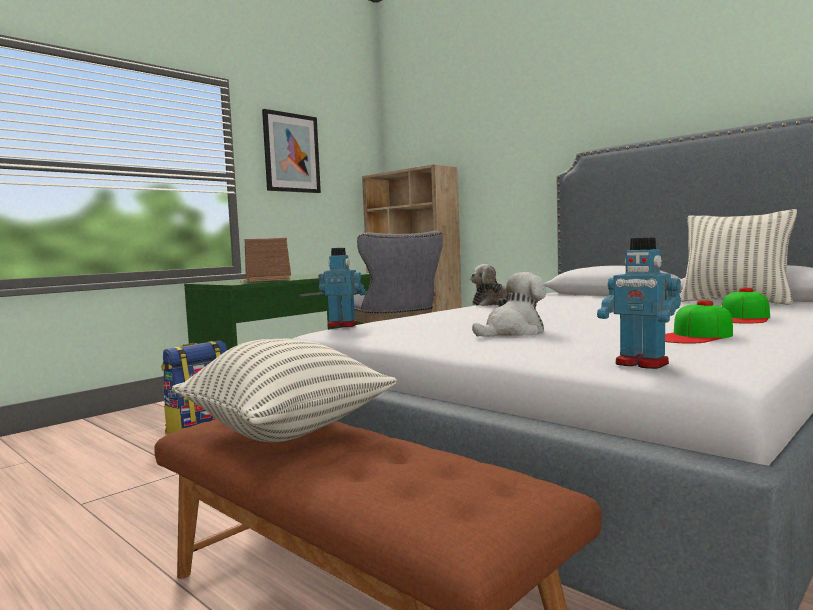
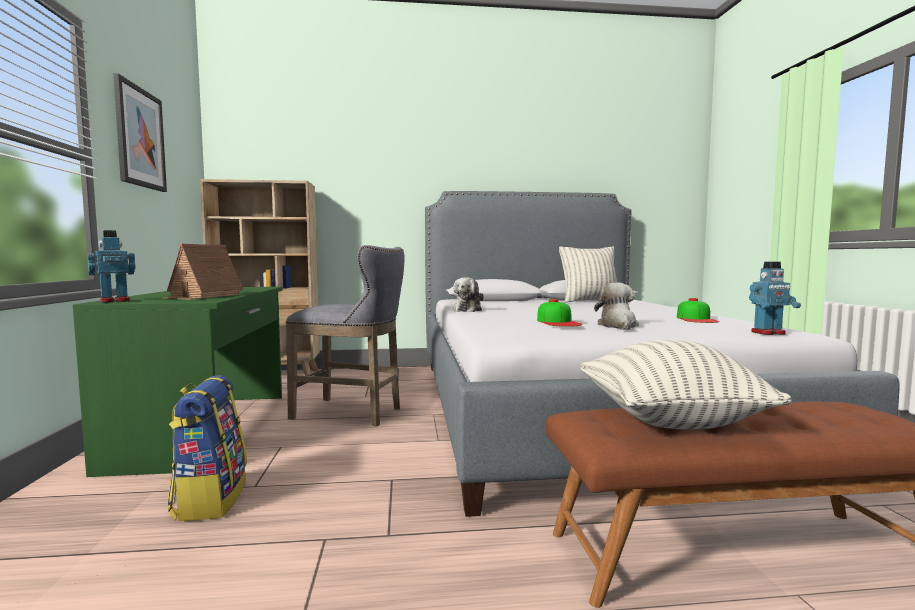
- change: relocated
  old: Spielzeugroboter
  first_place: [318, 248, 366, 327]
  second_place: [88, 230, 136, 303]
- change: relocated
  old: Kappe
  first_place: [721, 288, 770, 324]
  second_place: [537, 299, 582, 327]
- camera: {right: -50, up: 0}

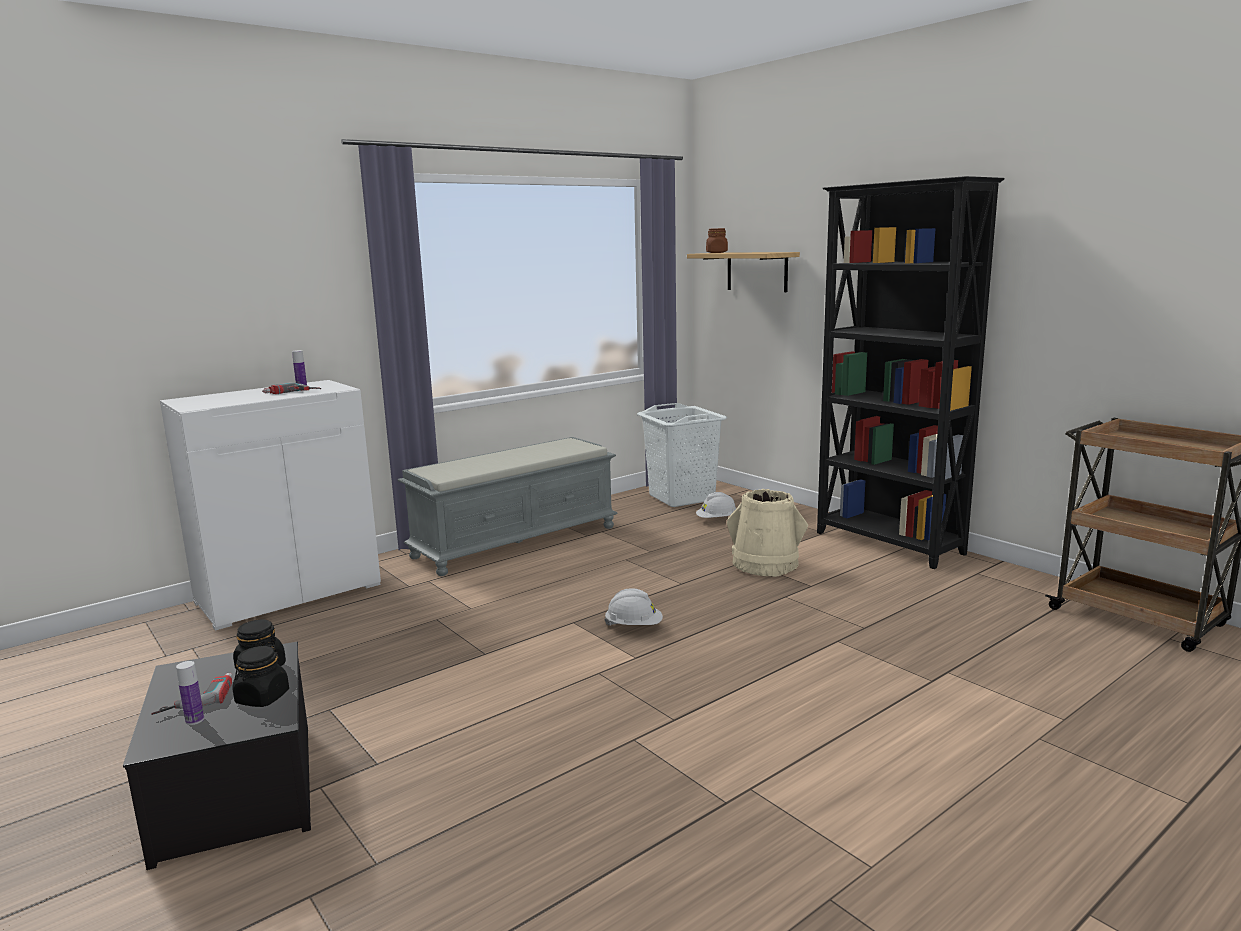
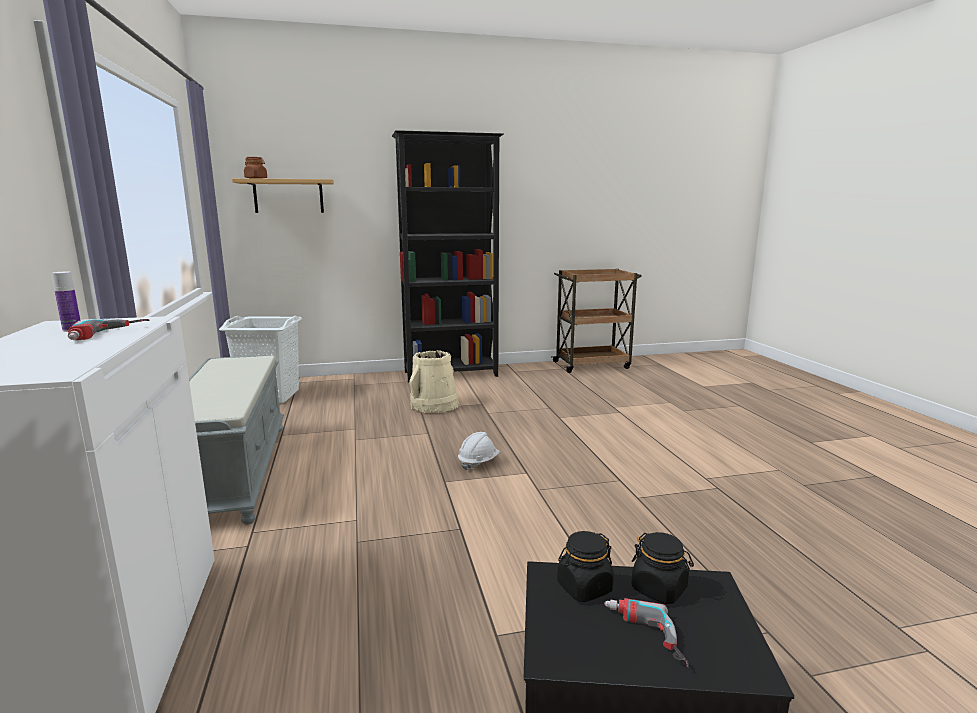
- change: missing
  old: Flasche
  first_place: [176, 661, 204, 725]
- change: missing
  old: Schutzhelm/weiß
  first_place: [696, 492, 736, 518]
- camera: {right: -65, up: 0}

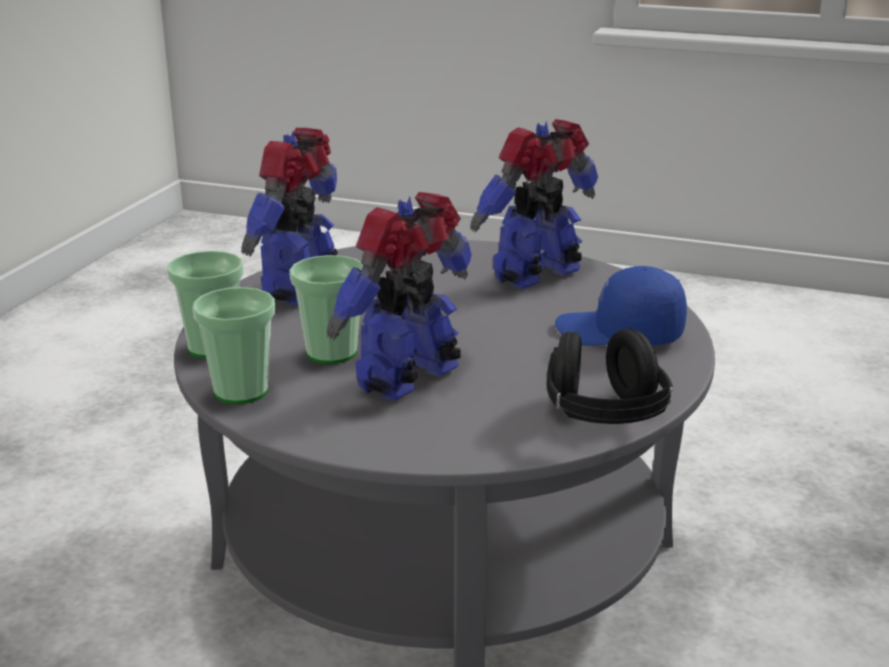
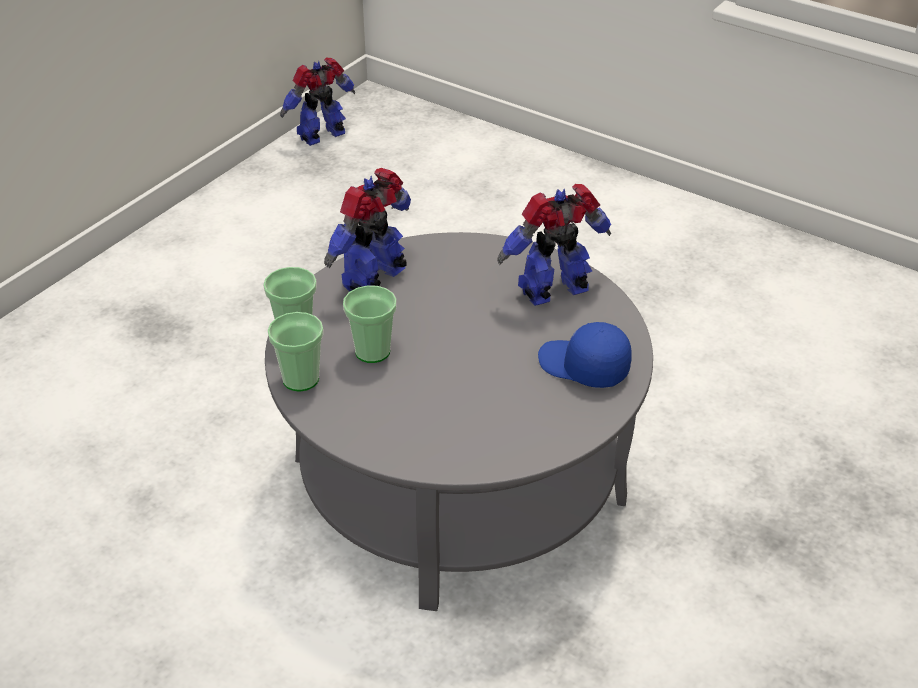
- change: relocated
  old: Spielzeugroboter
  first_place: [327, 192, 472, 401]
  second_place: [280, 58, 356, 146]
- change: missing
  old: Kopfhörer/schwarz
  first_place: [547, 328, 673, 424]
- camera: {right: 15, up: 15}

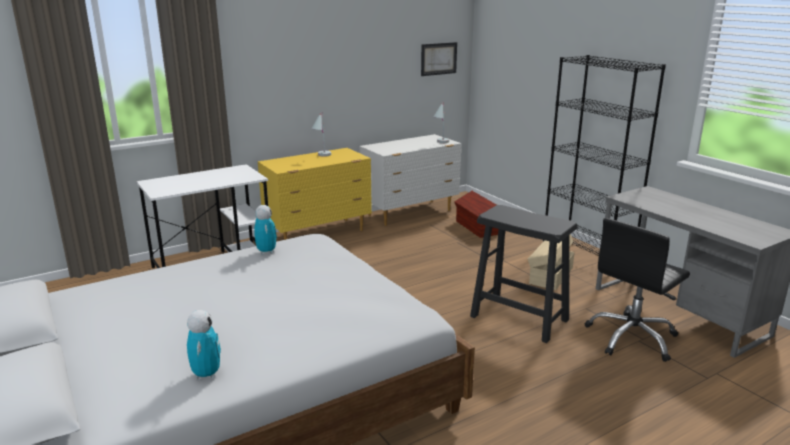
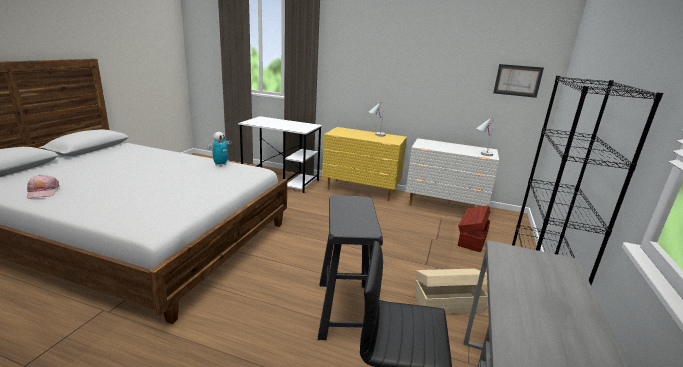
- change: exchanged
  old: Spielzeugroboter
  new: Kappe/rosa
  first_place: [187, 310, 221, 380]
  second_place: [27, 175, 59, 199]
- camera: {right: 50, up: 0}

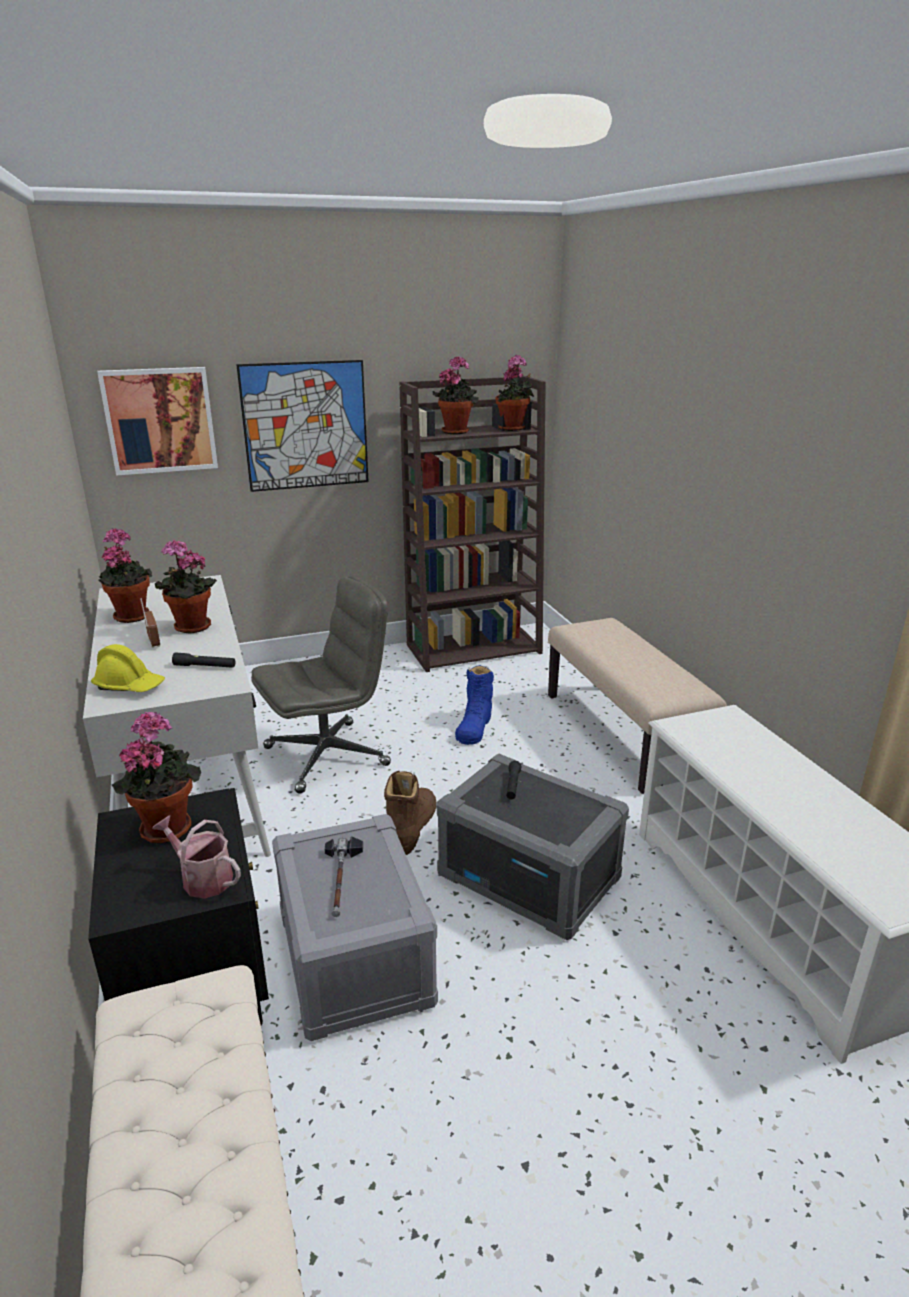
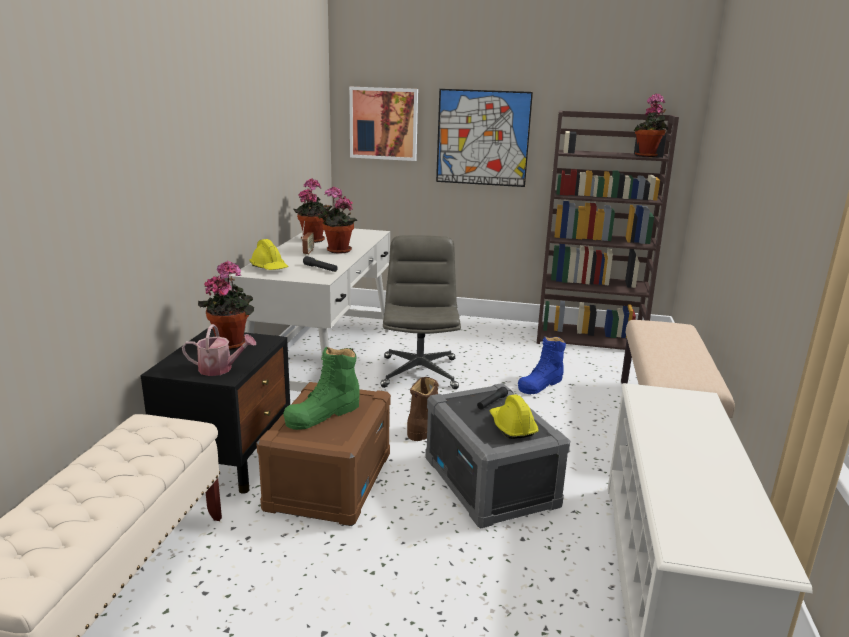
- change: spun
  old: Gießkanne
  first_place: [152, 816, 241, 899]
  second_place: [182, 324, 256, 376]
  degrees: 120
- change: colour
  old: Aufbewahrungsbox/grau
  new: Aufbewahrungsbox/braun
  first_place: [272, 814, 438, 1041]
  second_place: [256, 382, 391, 526]
- change: exchanged
  old: Hammer
  new: Stiefel/grün
  first_place: [325, 836, 363, 917]
  second_place: [283, 347, 360, 430]
- change: spun
  old: Bürostuhl/grau
  first_place: [251, 576, 391, 794]
  second_place: [381, 235, 461, 389]
  degrees: -90
- change: appeared
  new: Schutzhelm/gelb
  second_place: [490, 395, 539, 439]
- change: missing
  old: Topfpflanze
  first_place: [433, 356, 479, 434]
- camera: {right: 30, up: -5}

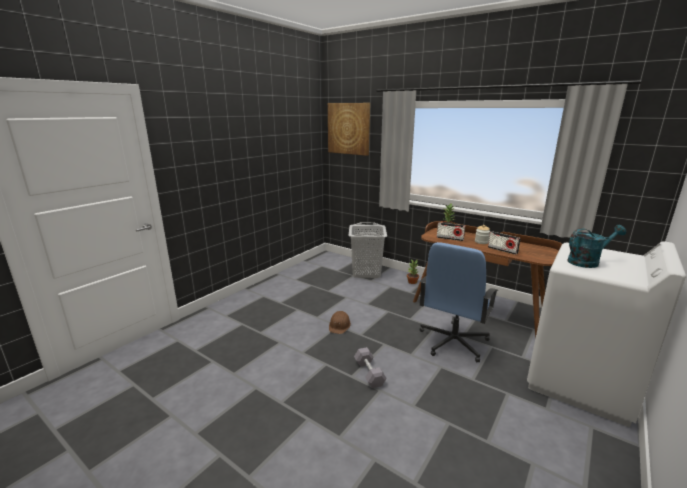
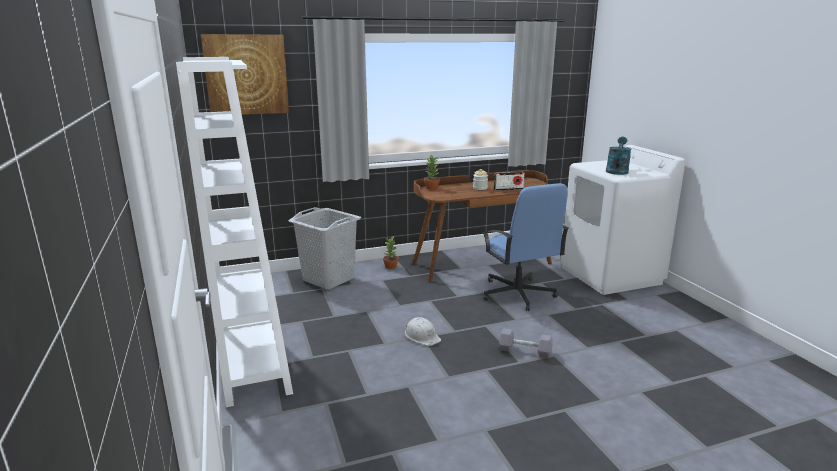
- change: appeared
  new: Bücherregal/weiß
  second_place: [176, 57, 293, 407]
- change: colour
  old: Schutzhelm/braun
  new: Schutzhelm/weiß
  first_place: [329, 311, 351, 334]
  second_place: [405, 317, 441, 346]
- change: missing
  old: Radio
  first_place: [437, 222, 465, 241]
- camera: {right: -55, up: 0}

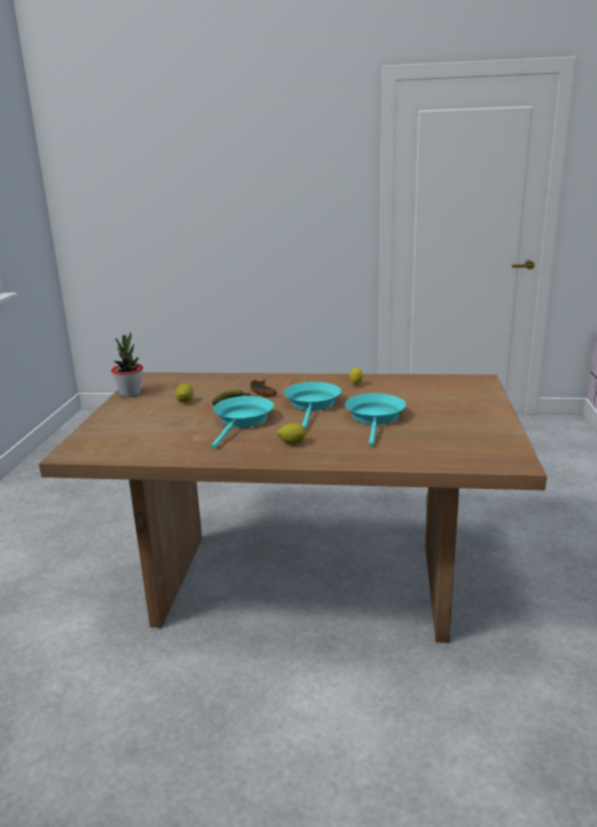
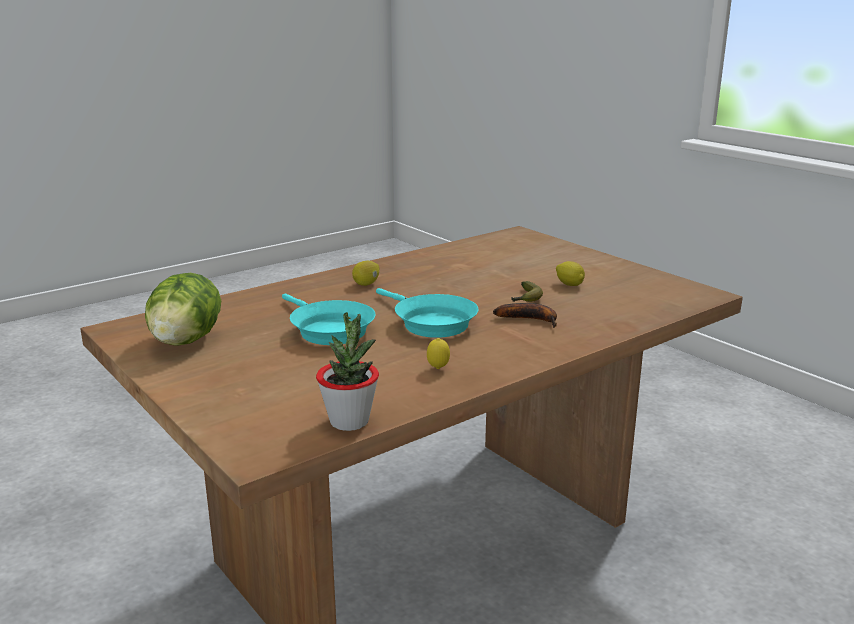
- change: appeared
  new: Salatkopf
  second_place: [145, 273, 221, 346]
- change: relocated
  old: Topfpflanze
  first_place: [111, 332, 143, 397]
  second_place: [316, 312, 379, 431]
- change: missing
  old: Pfanne/türkis
  first_place: [212, 396, 274, 448]
- camera: {right: 135, up: 0}

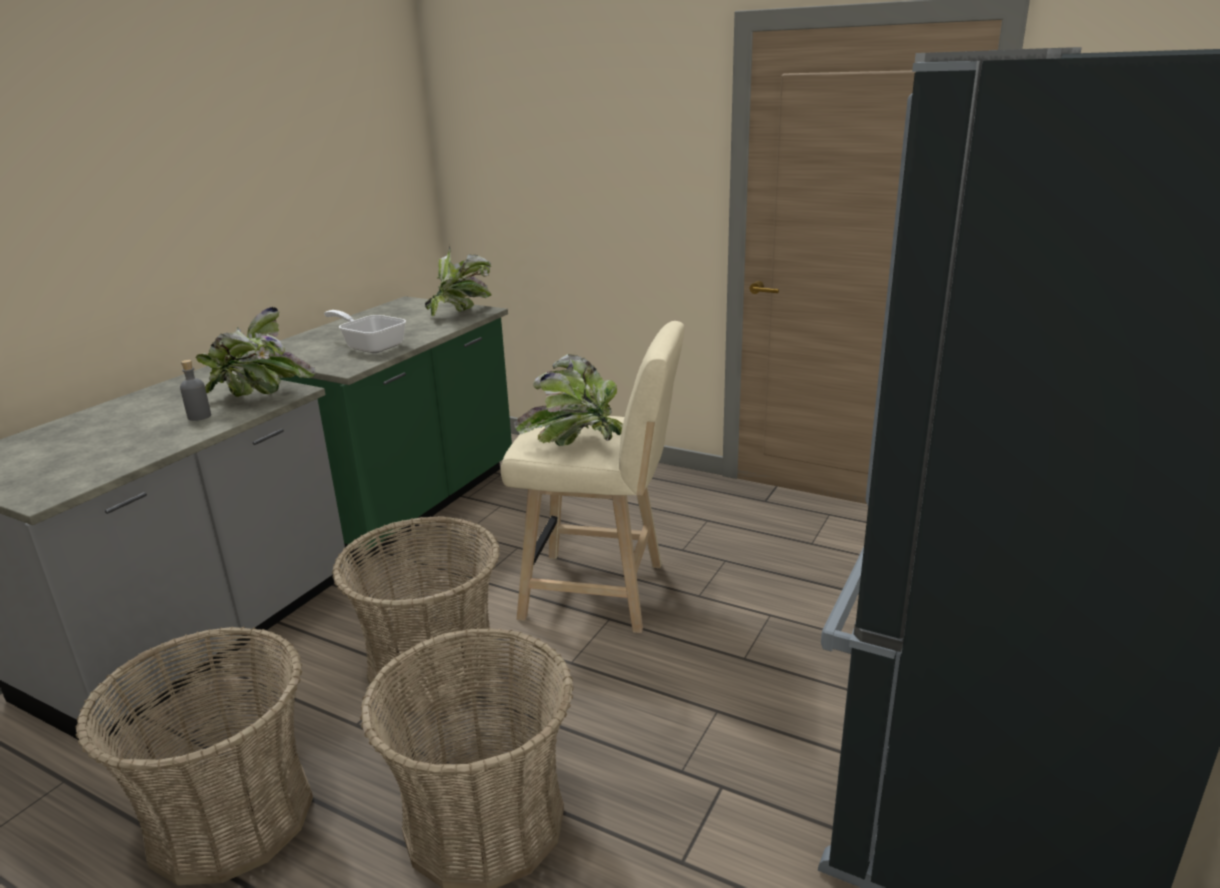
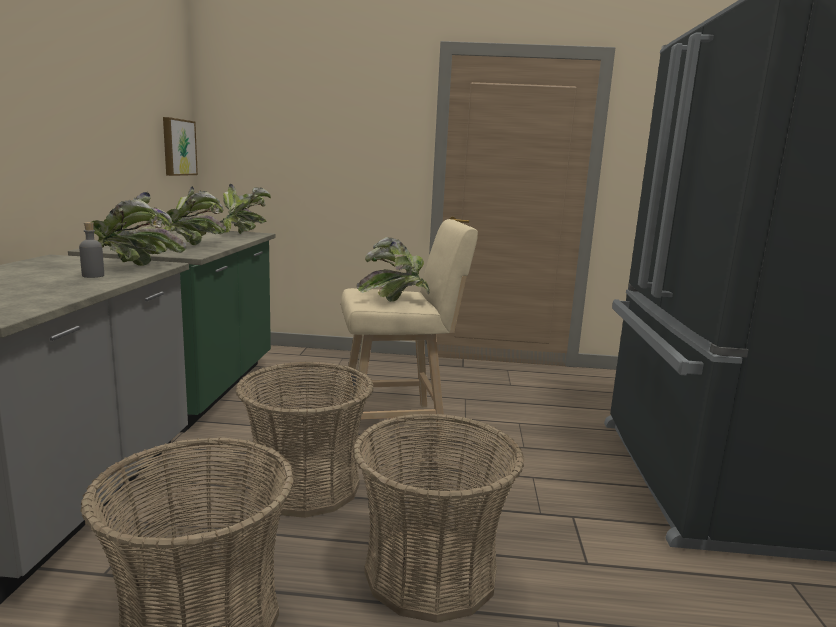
- change: appeared
  new: Bild
  second_place: [163, 117, 198, 176]
- change: exchanged
  old: Pfanne
  new: Topfpflanze
  first_place: [324, 310, 406, 353]
  second_place: [163, 186, 226, 245]
- camera: {right: -25, up: -10}

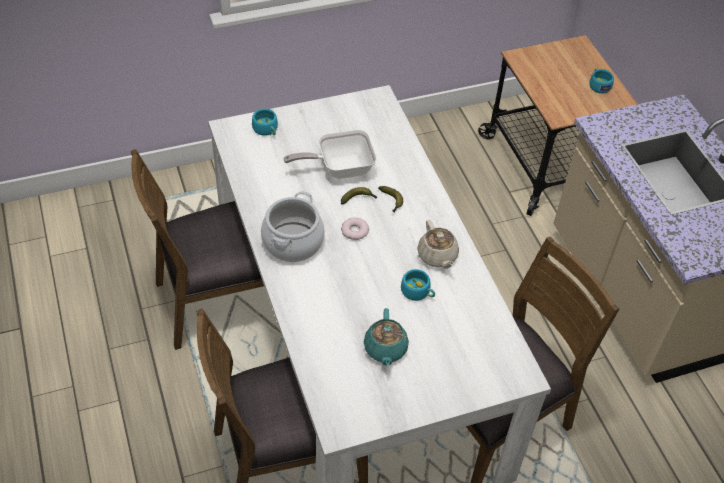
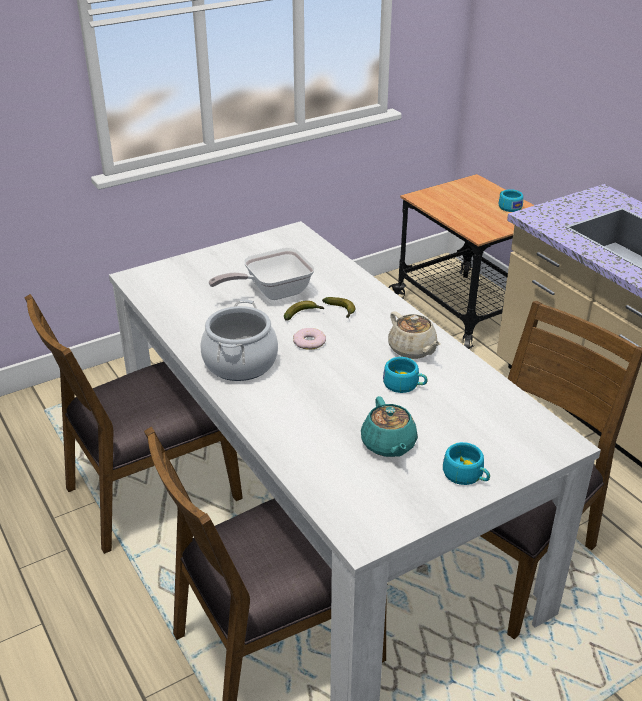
- change: relocated
  old: Tasse/türkis
  first_place: [252, 108, 278, 136]
  second_place: [443, 442, 490, 485]
- camera: {right: -10, up: -15}

